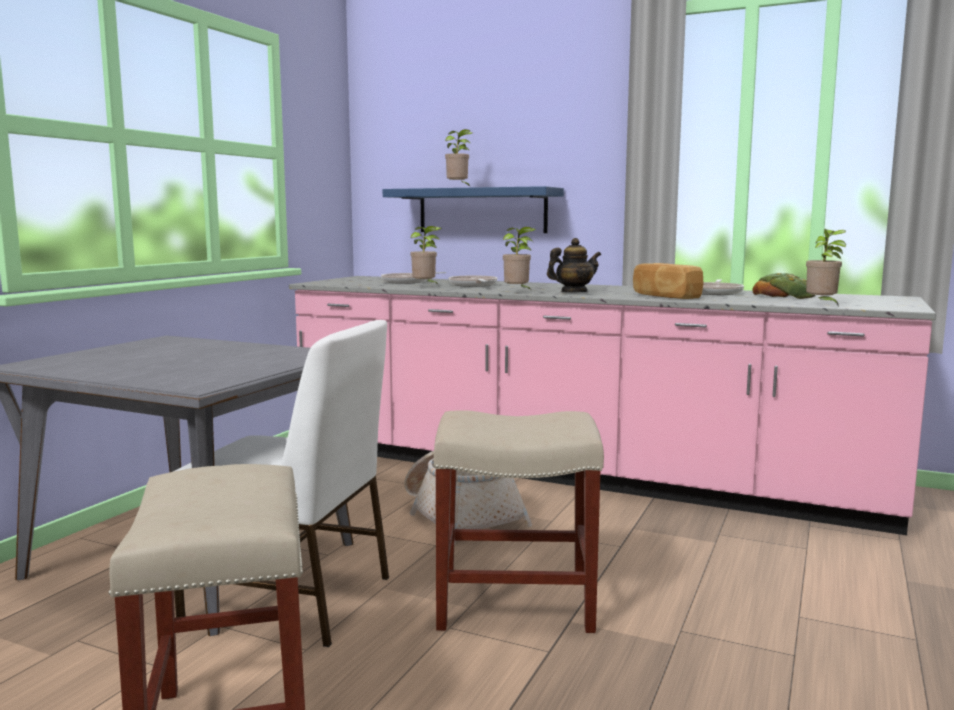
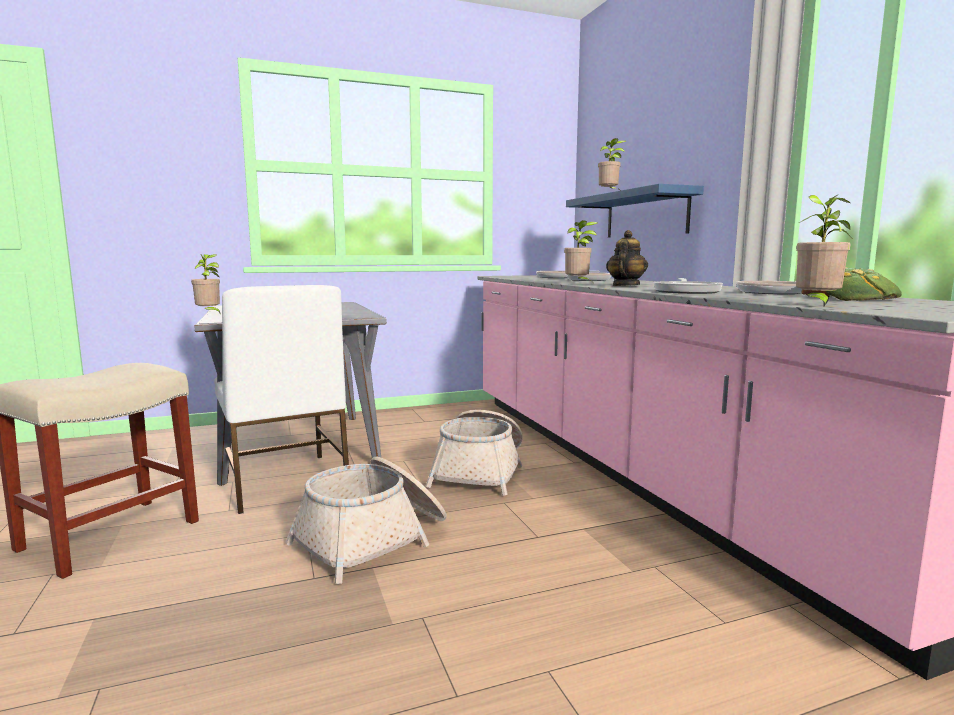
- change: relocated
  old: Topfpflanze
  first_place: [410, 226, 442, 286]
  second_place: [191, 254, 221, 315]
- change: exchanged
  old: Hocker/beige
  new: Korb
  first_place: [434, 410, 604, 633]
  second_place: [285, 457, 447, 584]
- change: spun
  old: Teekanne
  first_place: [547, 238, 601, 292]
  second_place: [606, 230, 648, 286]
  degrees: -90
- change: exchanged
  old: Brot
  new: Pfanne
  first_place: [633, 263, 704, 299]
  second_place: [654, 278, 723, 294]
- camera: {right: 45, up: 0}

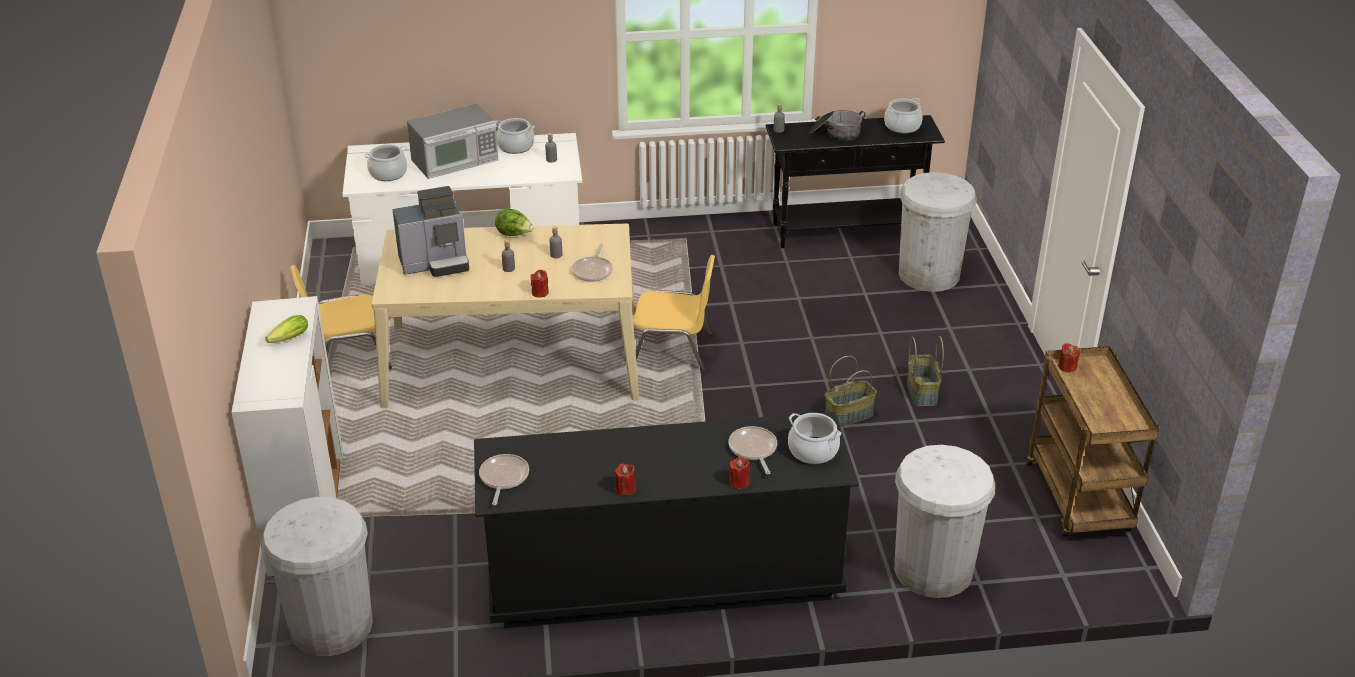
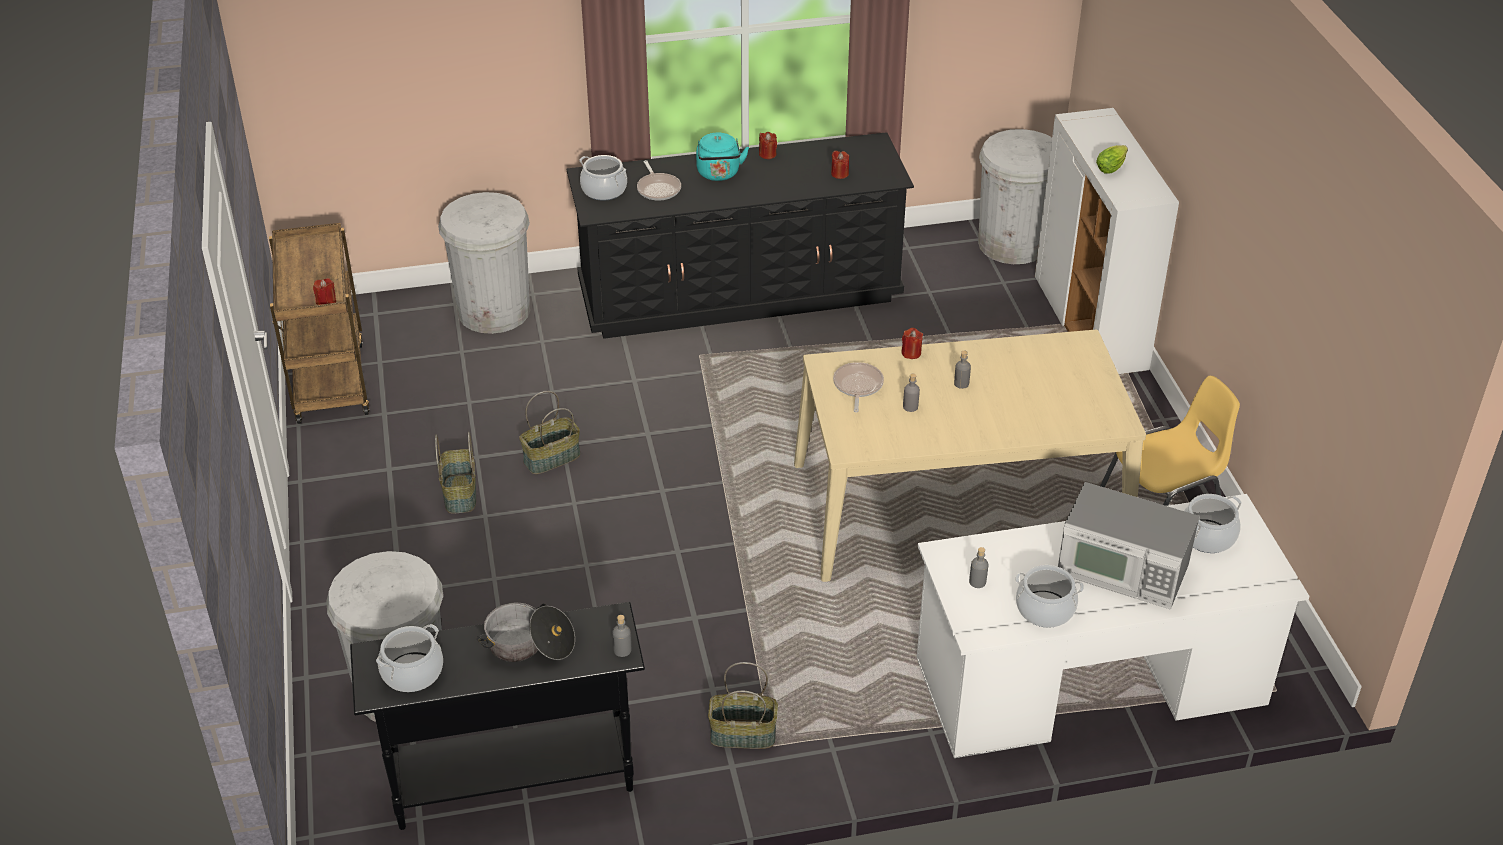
- change: appeared
  new: Wasserkessel/türkis
  second_place: [696, 133, 749, 181]
- change: appeared
  new: Korb
  second_place: [708, 662, 778, 749]
- change: relocated
  old: Kerze/rot
  first_place: [729, 457, 750, 489]
  second_place: [831, 151, 849, 179]
- change: spun
  old: Mikrowelle
  first_place: [407, 103, 499, 179]
  second_place: [1058, 482, 1200, 609]
  degrees: -120
- change: missing
  old: Kaffeemaschine
  first_place: [392, 186, 469, 277]
- change: missing
  old: Pfanne
  first_place: [479, 454, 529, 505]
- change: missing
  old: Salatkopf
  first_place: [495, 208, 534, 236]
- change: missing
  old: Stuhl/gelb
  first_place: [633, 255, 715, 372]
- camera: {right: 175, up: 5}

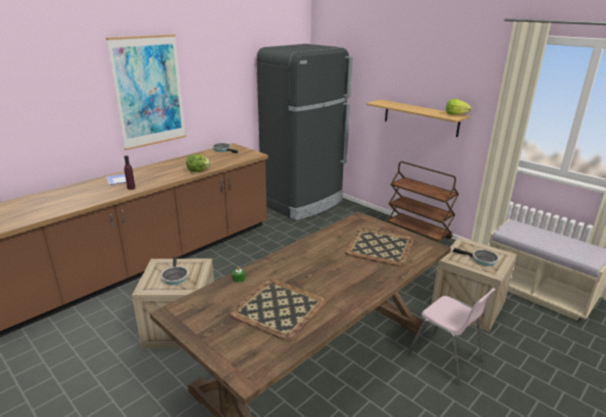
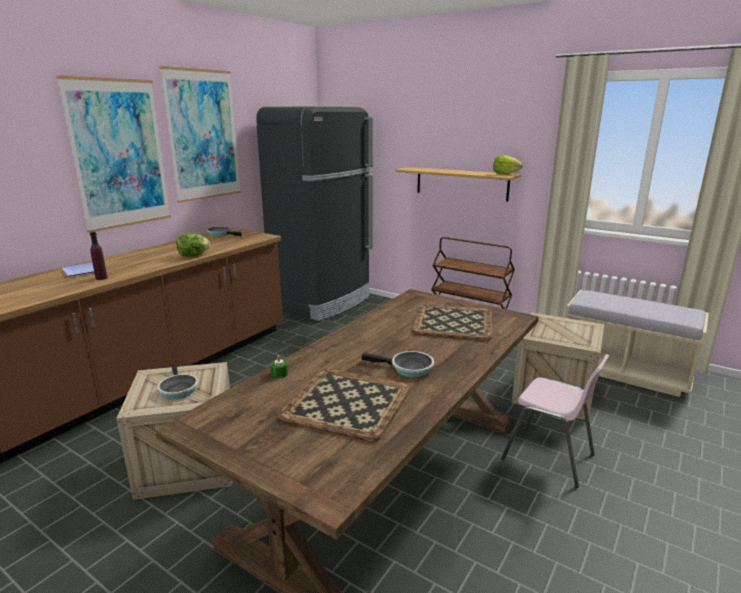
- change: appeared
  new: Bild
  second_place: [159, 66, 241, 203]
- change: relocated
  old: Pfanne
  first_place: [453, 248, 499, 266]
  second_place: [361, 351, 434, 377]
- camera: {right: -10, up: -5}

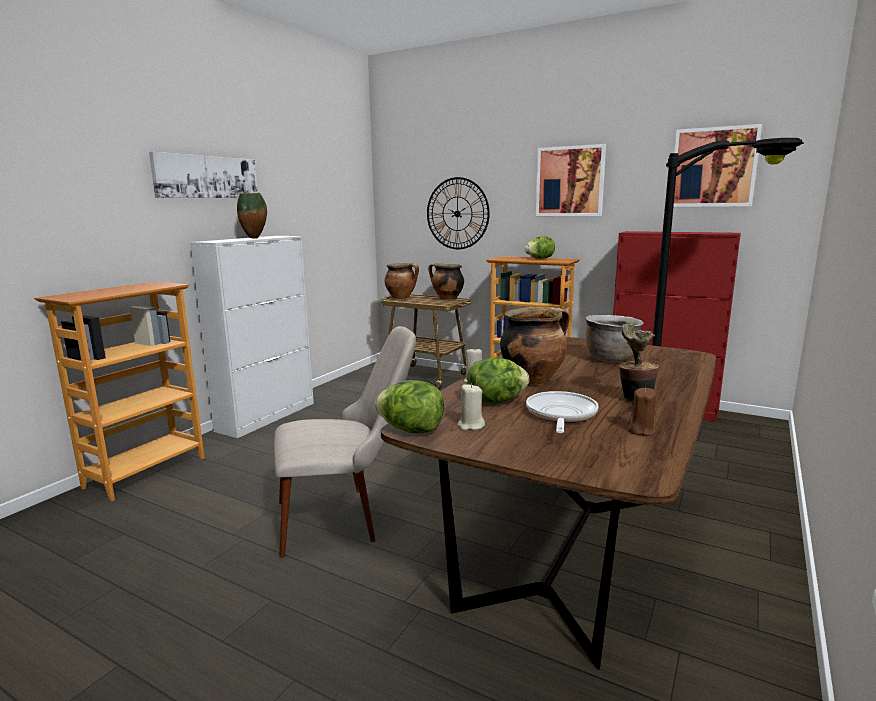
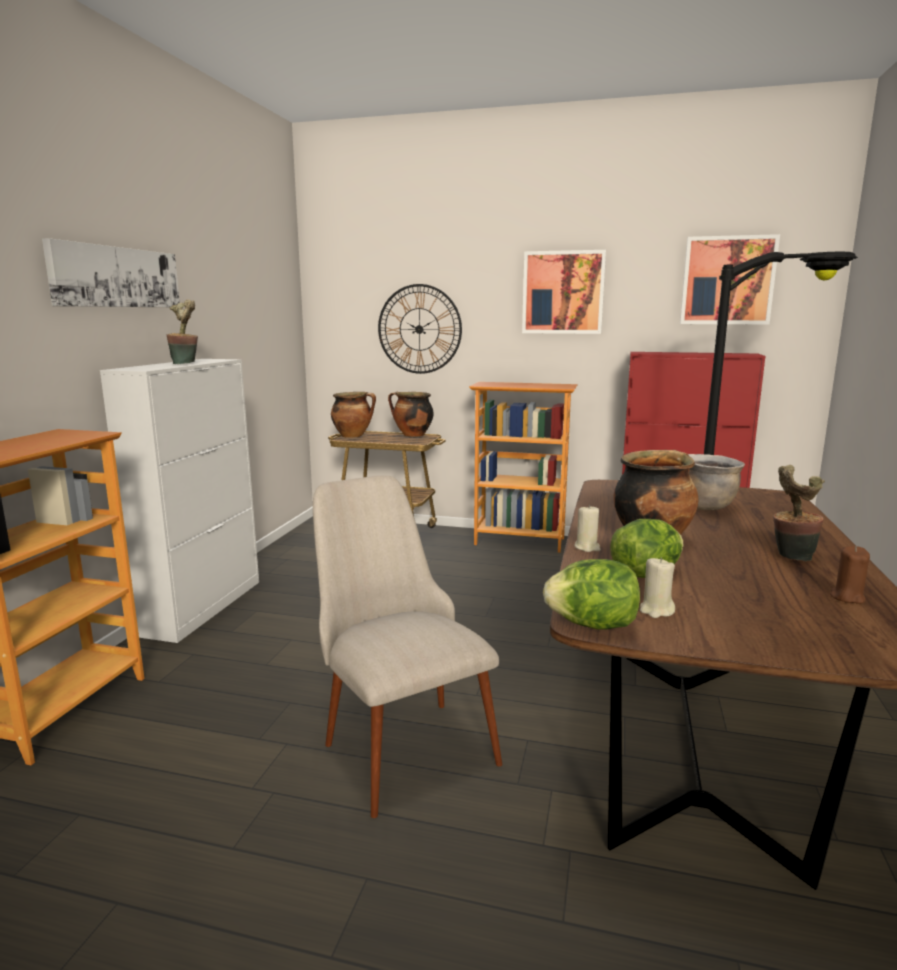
- change: exchanged
  old: Vase
  new: Topfpflanze
  first_place: [237, 192, 267, 239]
  second_place: [166, 300, 198, 364]
- change: spun
  old: Stuhl/beige
  first_place: [274, 326, 416, 558]
  second_place: [313, 475, 502, 818]
  degrees: -90
- change: missing
  old: Salatkopf
  first_place: [525, 236, 555, 259]
- change: missing
  old: Pfanne
  first_place: [526, 391, 598, 433]
- camera: {right: -15, up: 0}

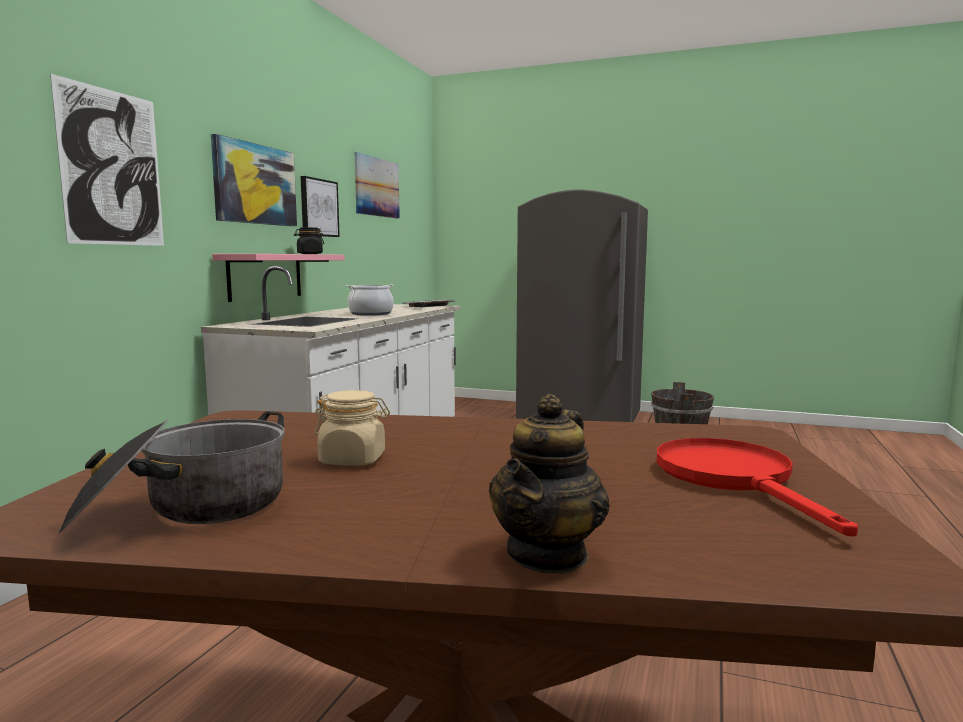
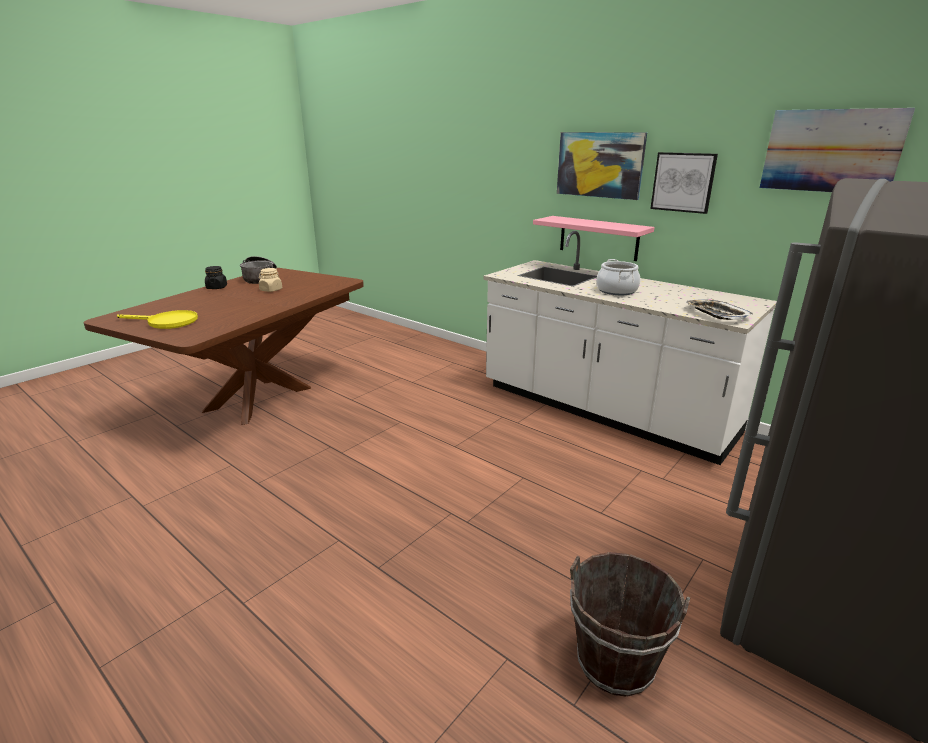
- change: colour
  old: Pfanne/rot
  new: Pfanne/gelb
  first_place: [657, 438, 858, 536]
  second_place: [117, 310, 198, 329]
- change: relocated
  old: Vorratsglas/schwarz
  first_place: [294, 227, 324, 254]
  second_place: [205, 266, 227, 289]
- change: missing
  old: Bild
  first_place: [50, 74, 164, 246]
- change: missing
  old: Teekanne
  first_place: [489, 394, 610, 574]
- camera: {right: 110, up: 15}

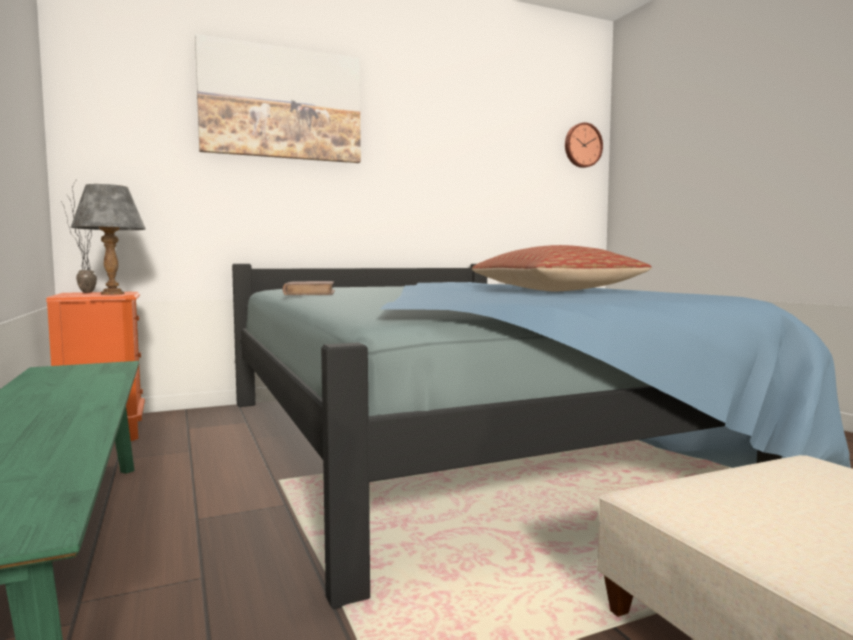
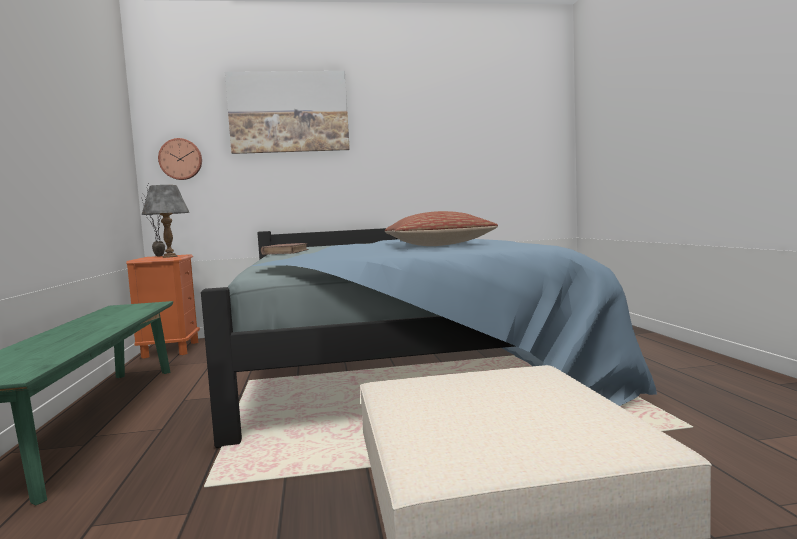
- change: relocated
  old: Wanduhr
  first_place: [565, 122, 603, 168]
  second_place: [158, 138, 202, 180]
- camera: {right: 15, up: 0}

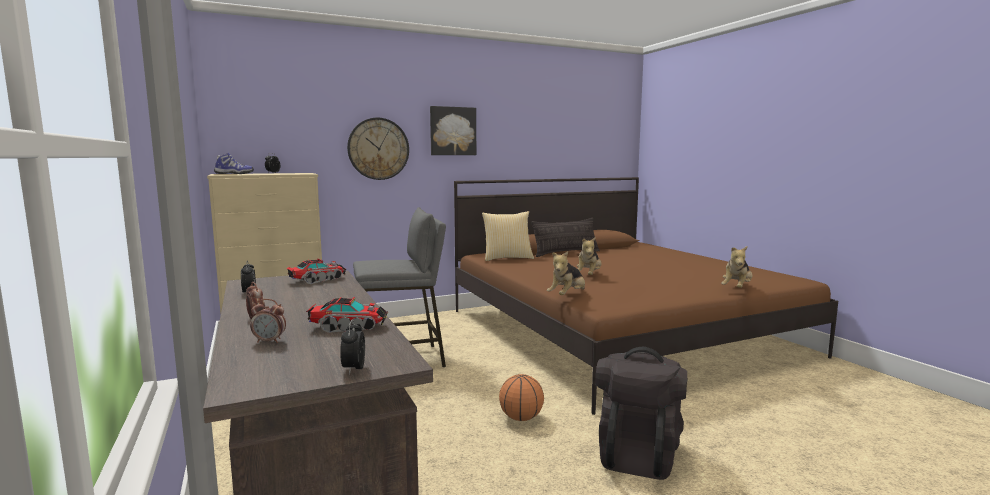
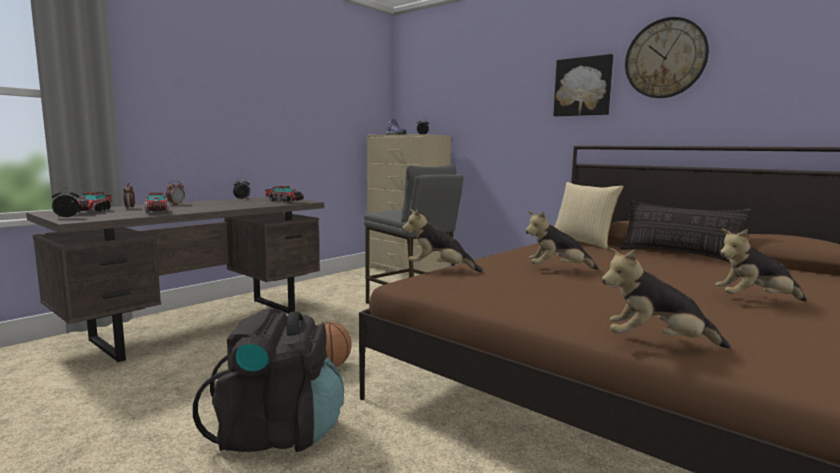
- change: appeared
  new: Spielzeuglaster
  second_place: [76, 192, 112, 212]
- change: relocated
  old: Wanduhr
  first_place: [347, 118, 409, 180]
  second_place: [625, 17, 709, 98]
- change: appeared
  new: Plüschtier
  second_place: [715, 229, 807, 302]
- camera: {right: 65, up: 0}

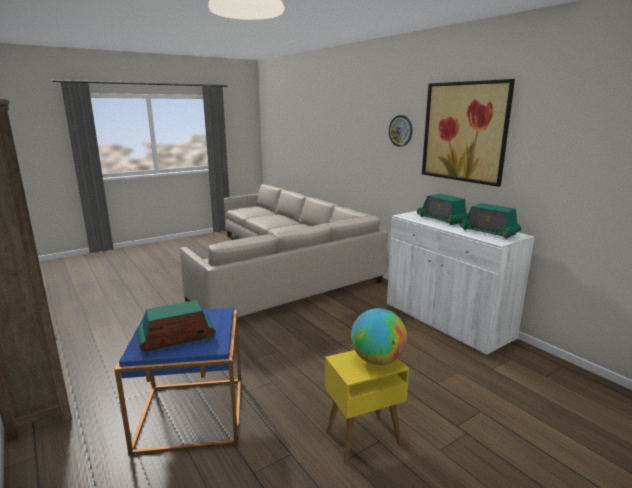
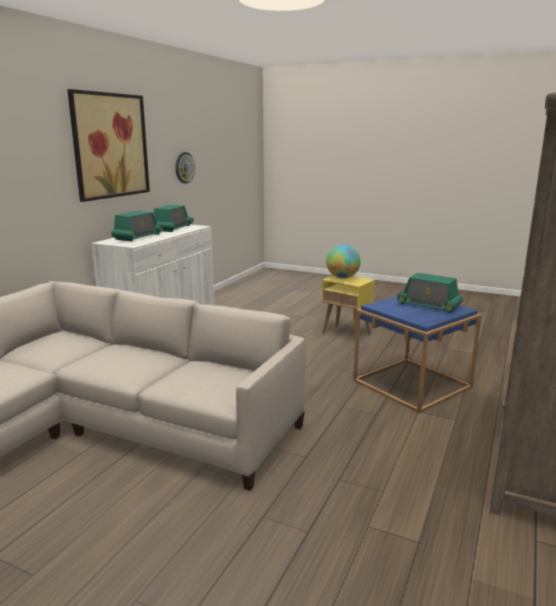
- change: relocated
  old: Wanduhr
  first_place: [389, 115, 412, 147]
  second_place: [175, 152, 195, 184]
- camera: {right: -120, up: 0}

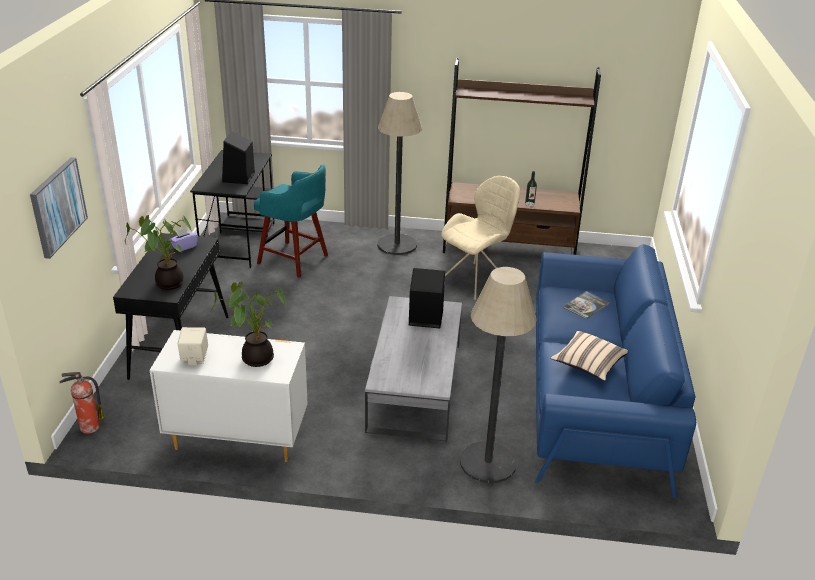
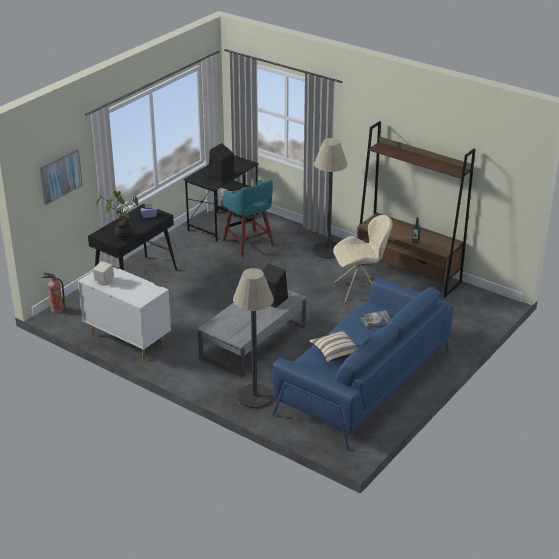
- change: missing
  old: Topfpflanze
  first_place: [211, 281, 286, 367]
- camera: {right: 30, up: 0}

